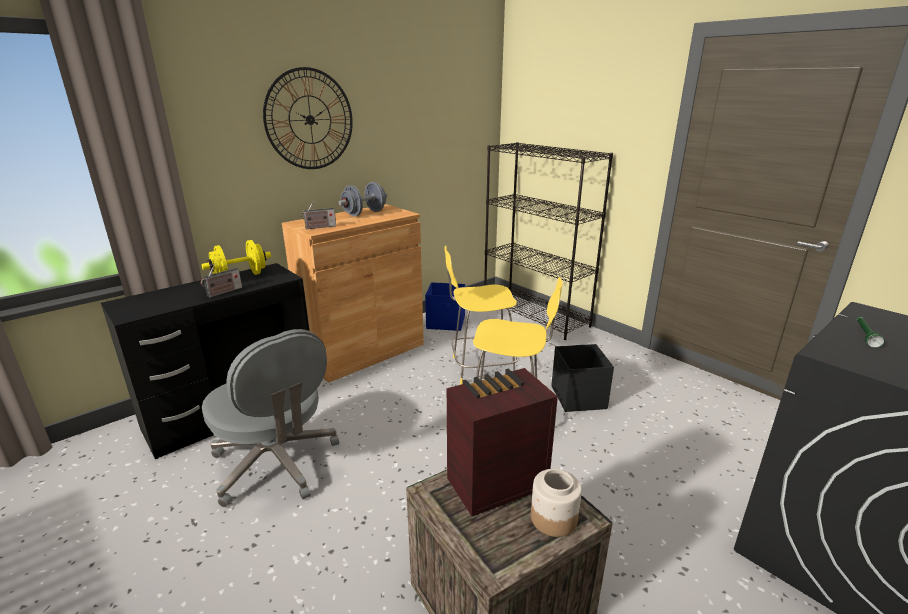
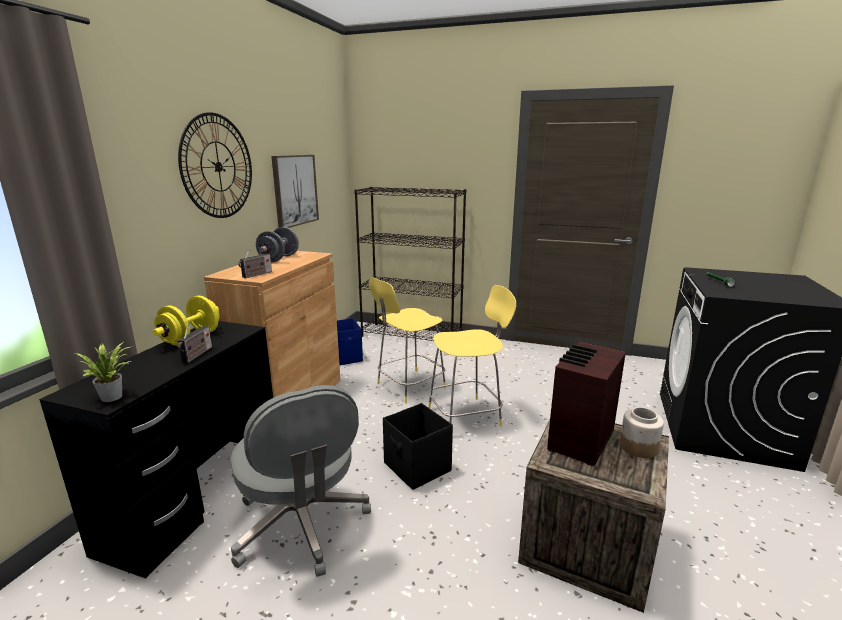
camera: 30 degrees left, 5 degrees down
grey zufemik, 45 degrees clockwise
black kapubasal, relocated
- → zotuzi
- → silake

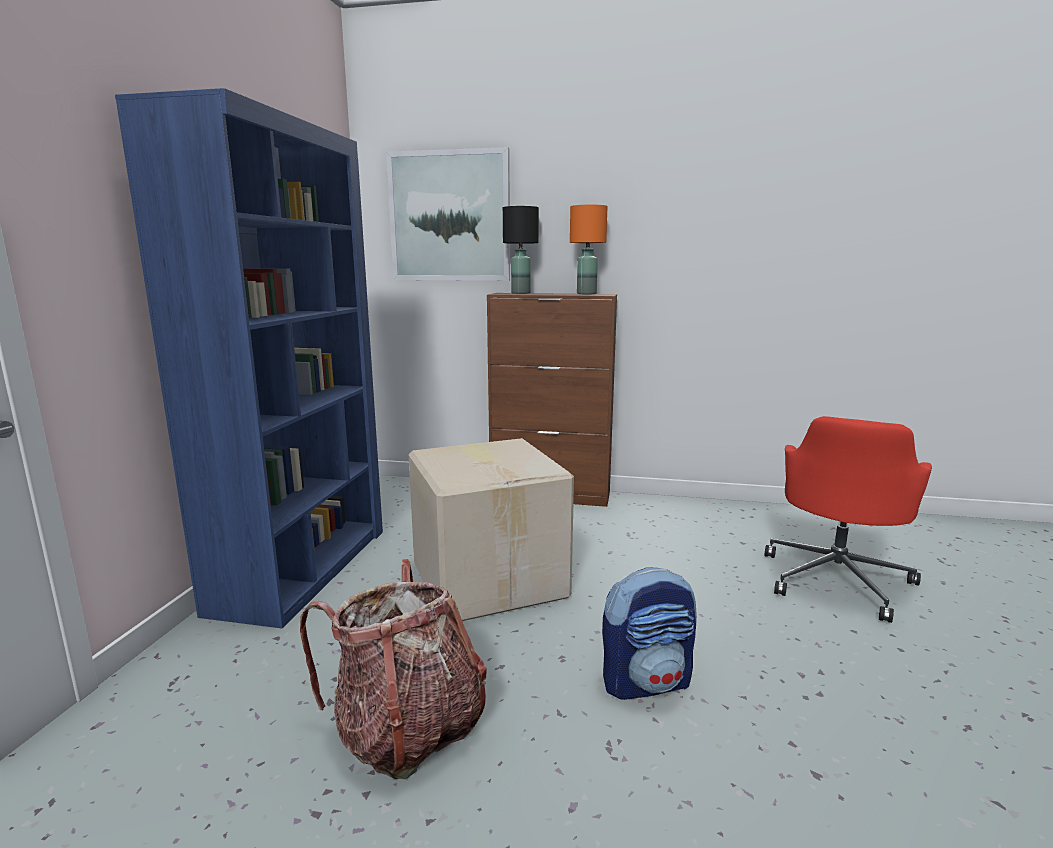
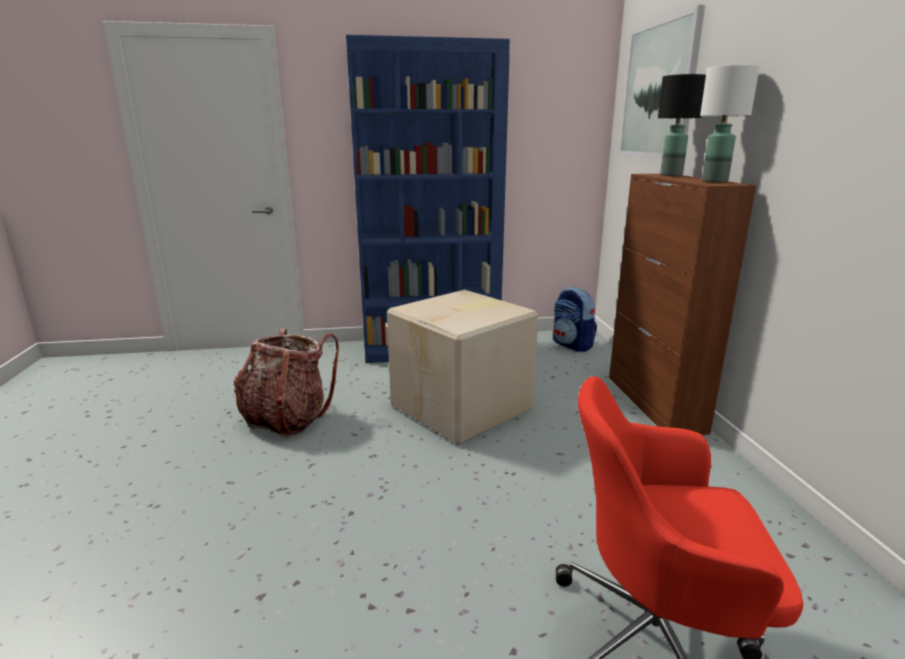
camera: 70 degrees right, 5 degrees up
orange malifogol → white malifogol
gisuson (no. 2 from left), relocated

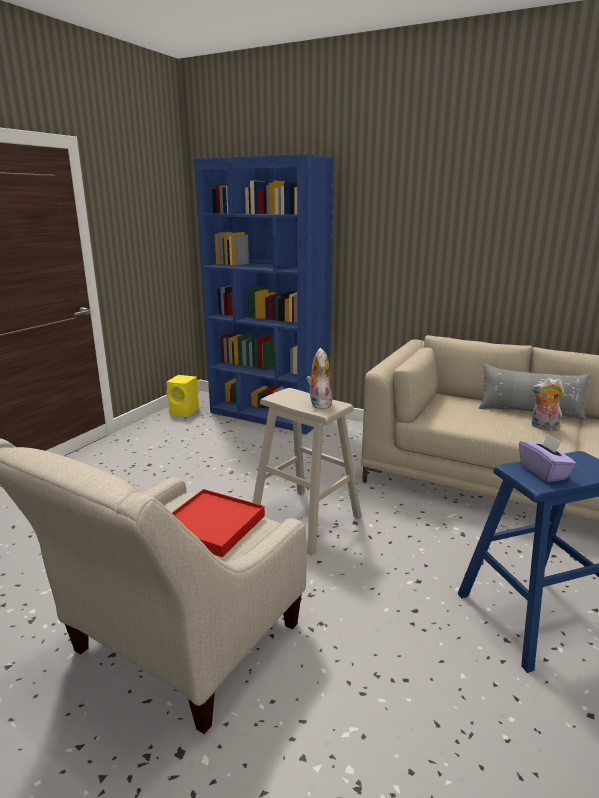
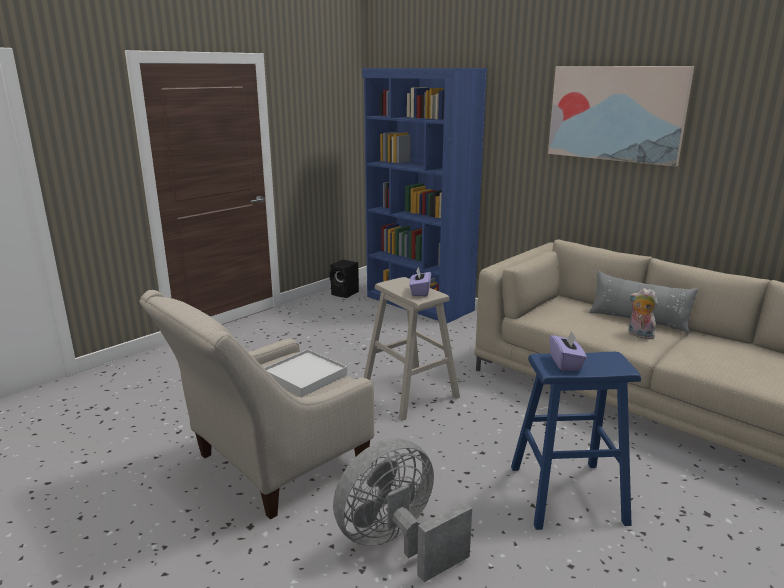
camera: 15 degrees right, 0 degrees up
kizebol (no. 1 from left) → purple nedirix (no. 1 from left)
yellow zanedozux → black zanedozux
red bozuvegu → white bozuvegu
- → zotuzi
- → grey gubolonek

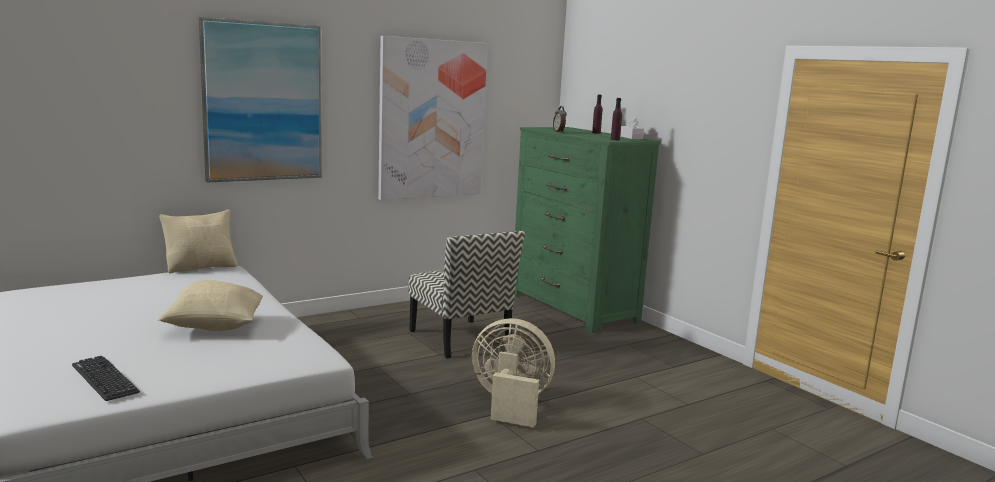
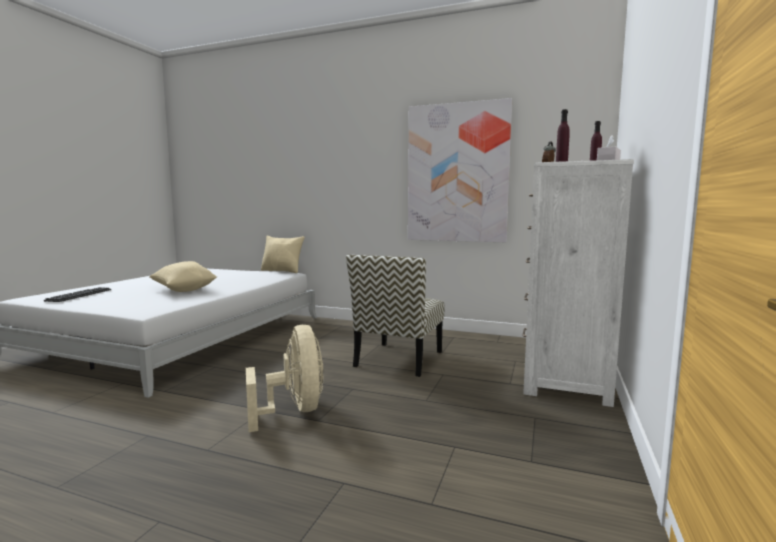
camera: 55 degrees right, 5 degrees down
zotuzi (no. 1 from left) → -
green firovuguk → white firovuguk

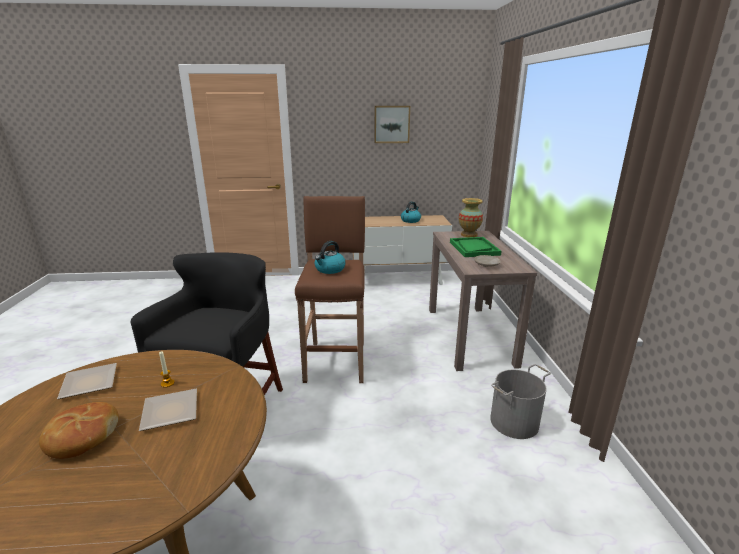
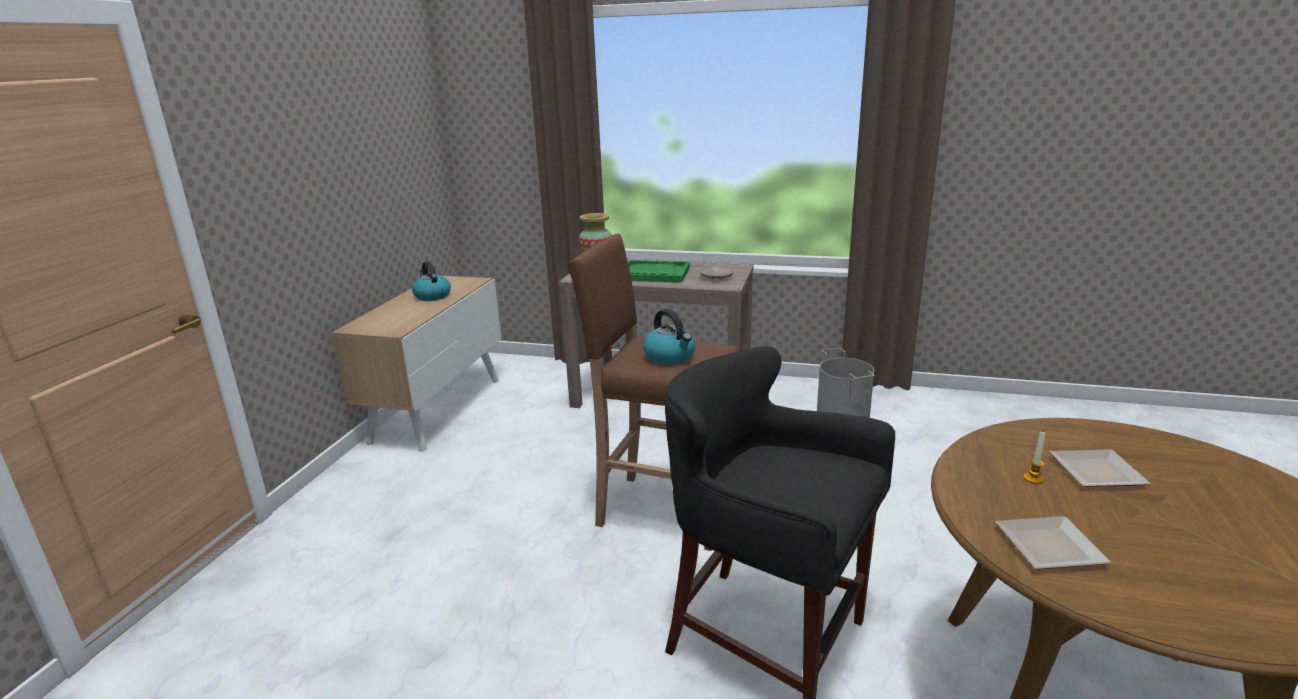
camera: 70 degrees left, 0 degrees up
zotuzi → -
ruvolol → -

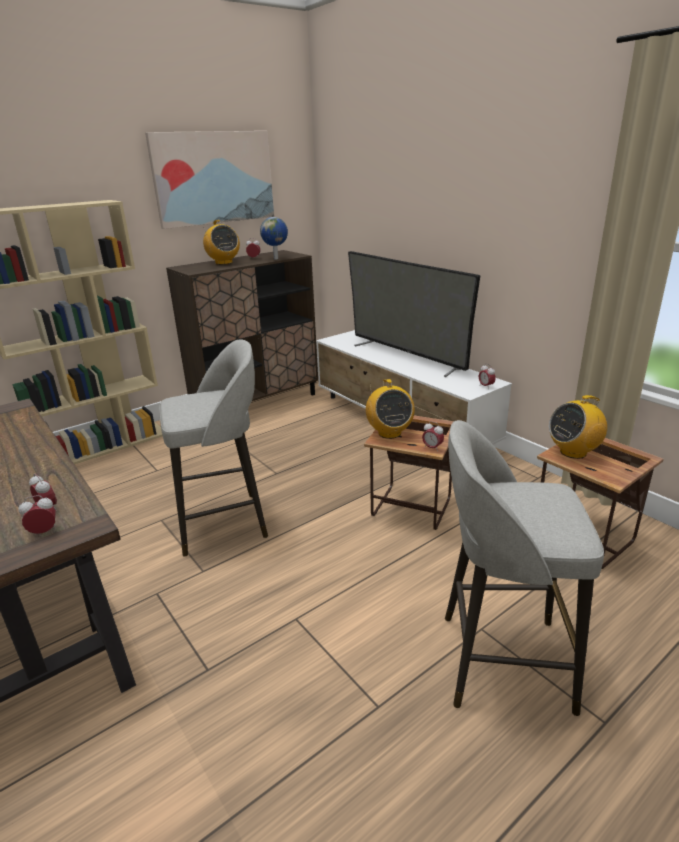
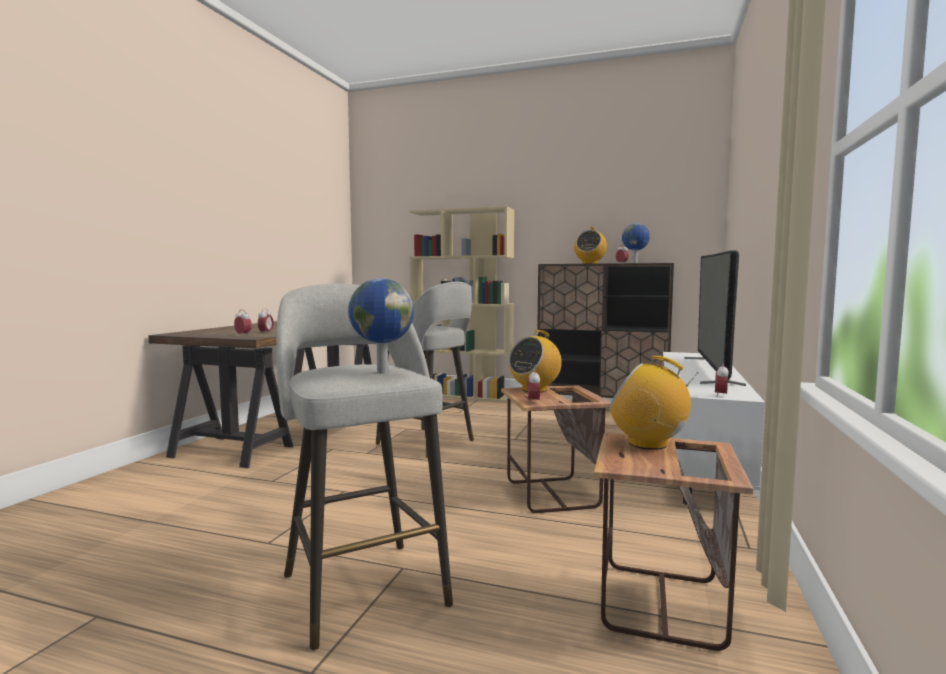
camera: 55 degrees right, 20 degrees down
zotuzi → -
- → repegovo (no. 1 from left)

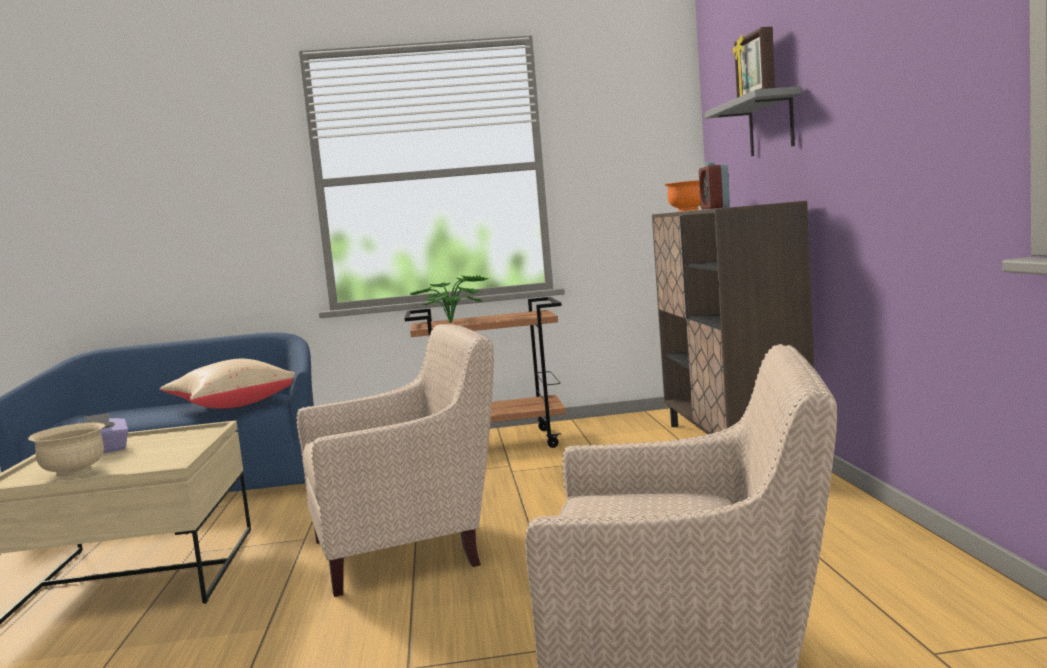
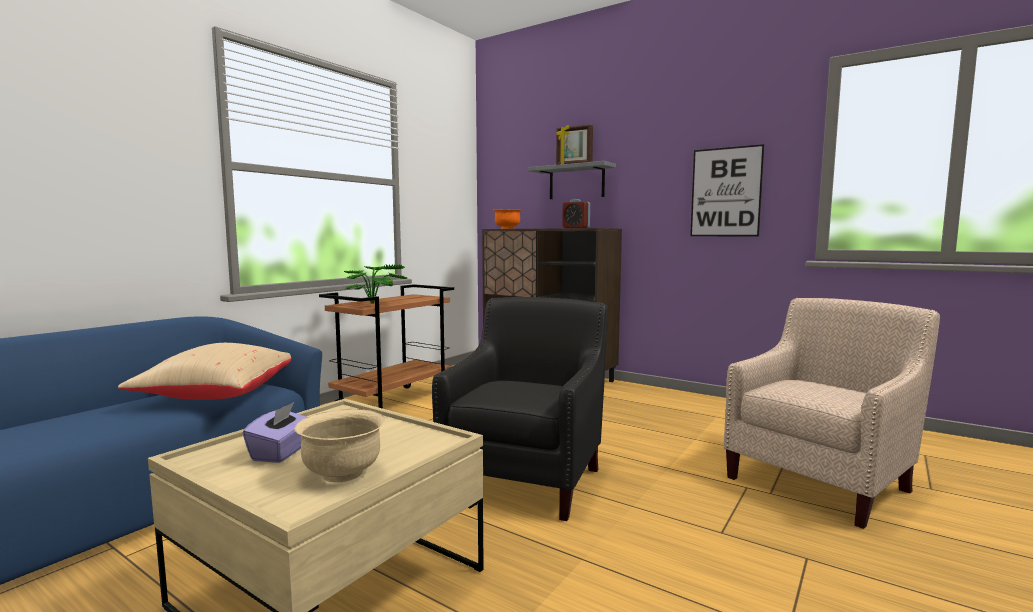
camera: 50 degrees left, 0 degrees up
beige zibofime (no. 1 from left) → black zibofime
- → zotuzi

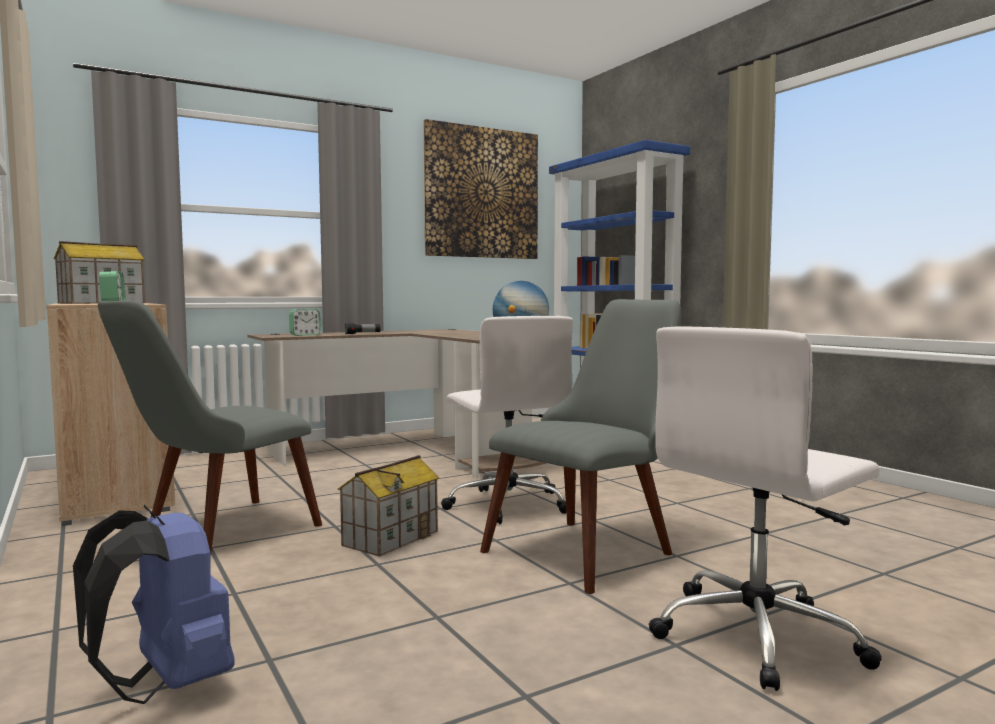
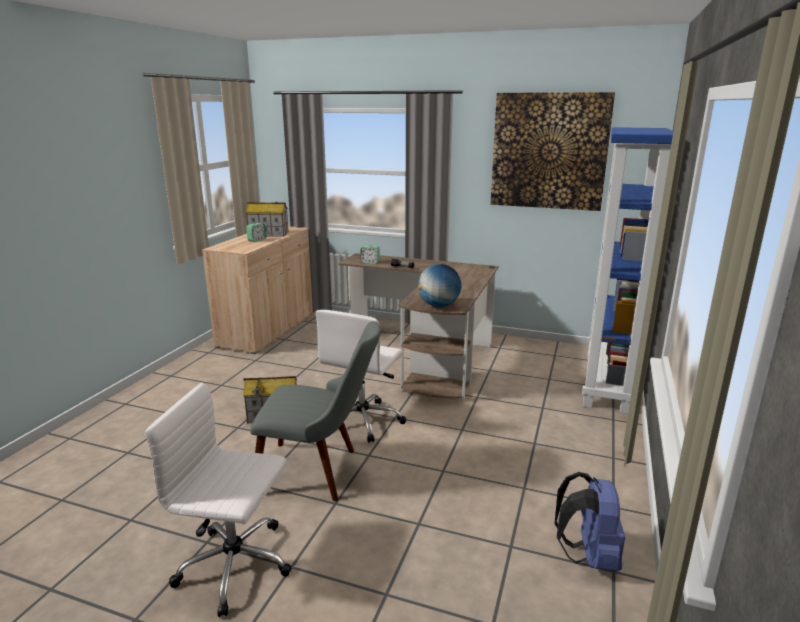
camera: 50 degrees right, 15 degrees up
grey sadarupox (no. 1 from left) → -
blue gisuson, relocated

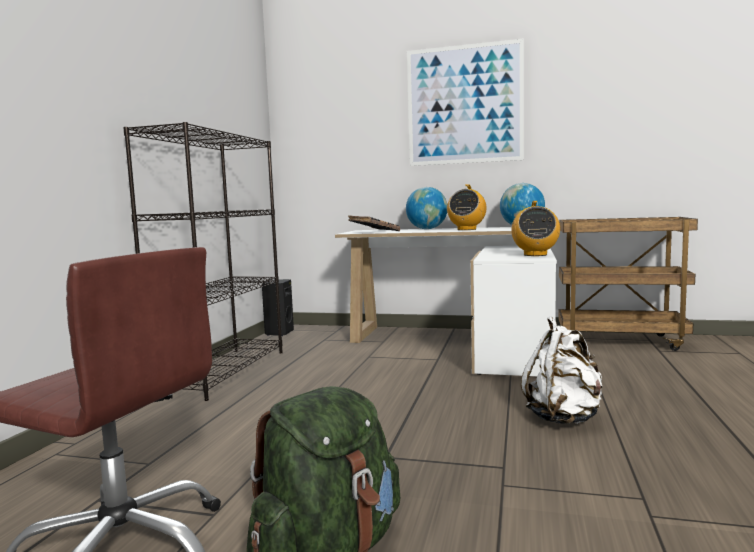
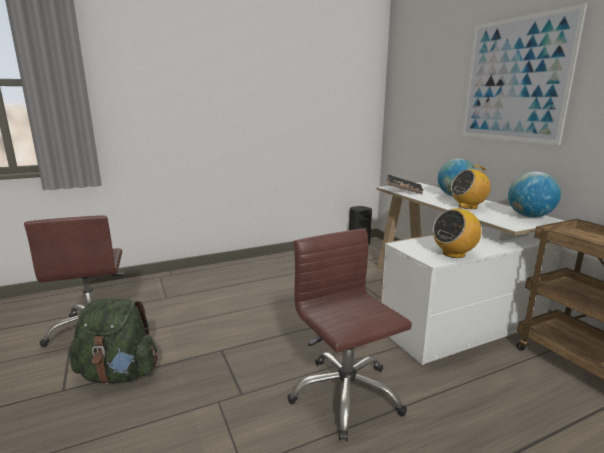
camera: 50 degrees right, 10 degrees up
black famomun → -
white gisuson → brown zufemik (no. 2 from left)

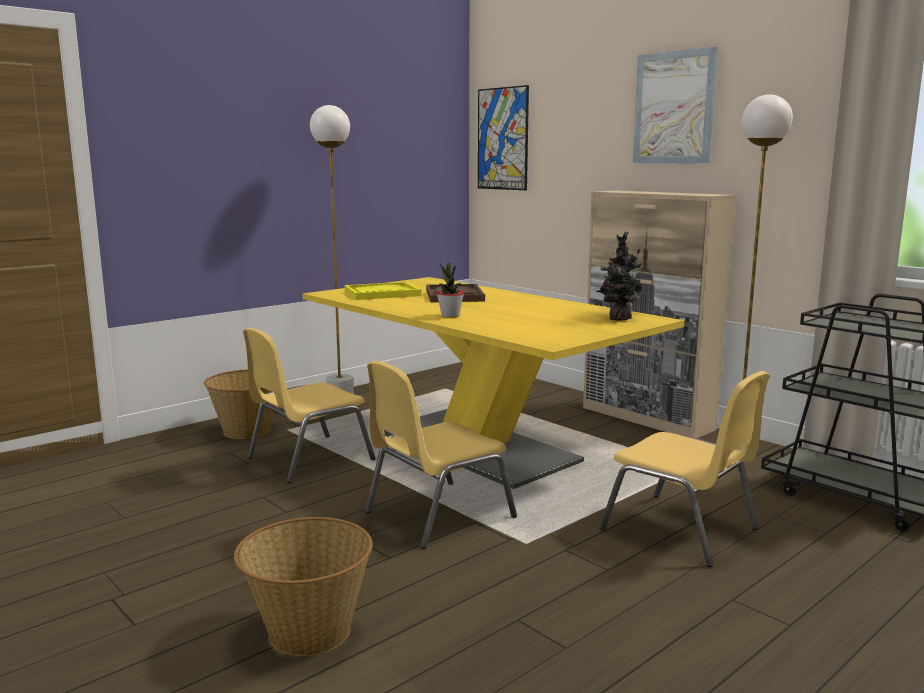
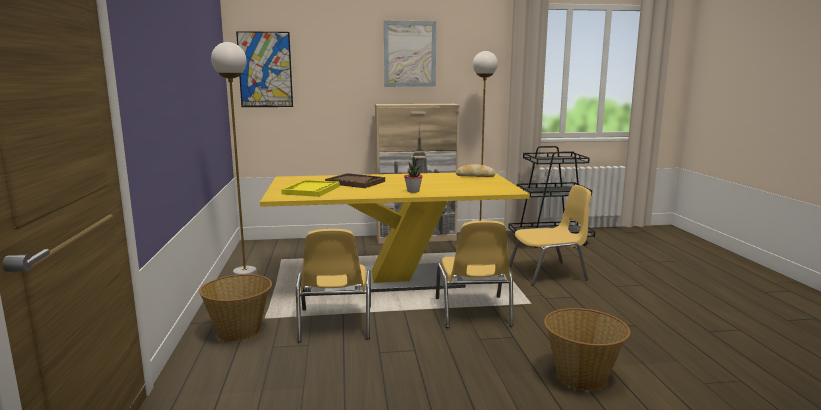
camera: 55 degrees left, 0 degrees up
silake (no. 2 from left) → ruvolol

